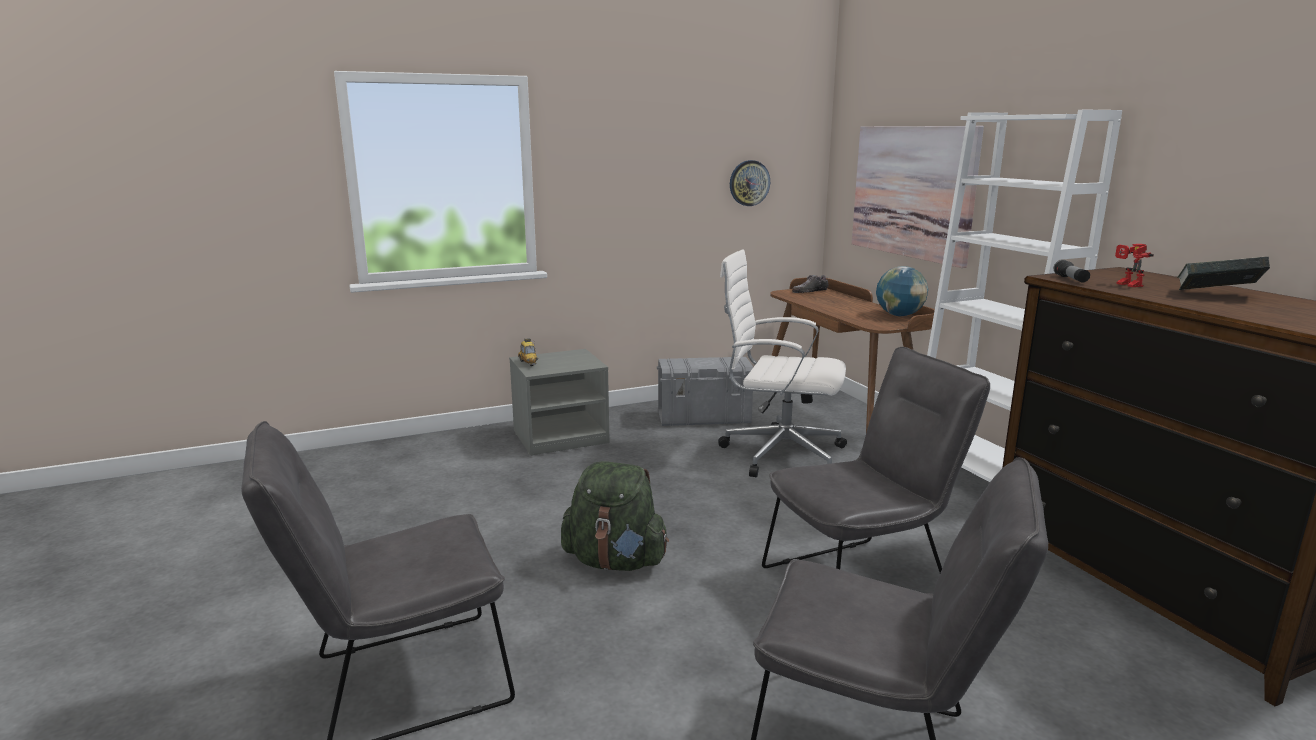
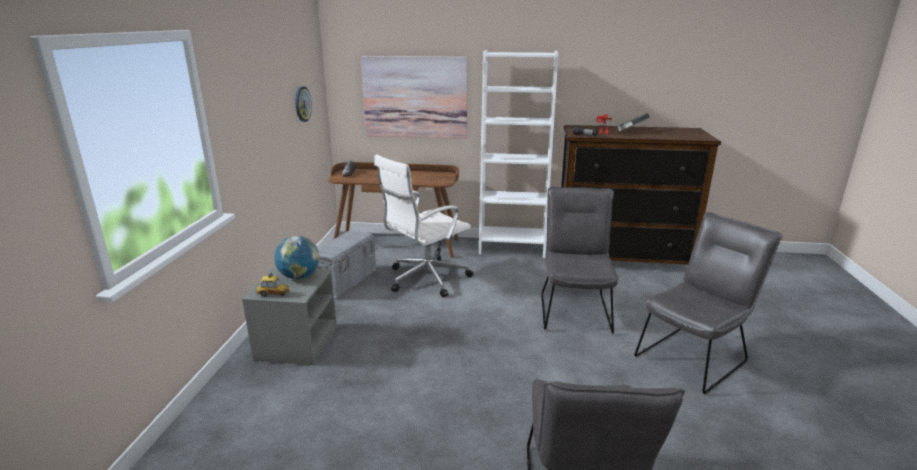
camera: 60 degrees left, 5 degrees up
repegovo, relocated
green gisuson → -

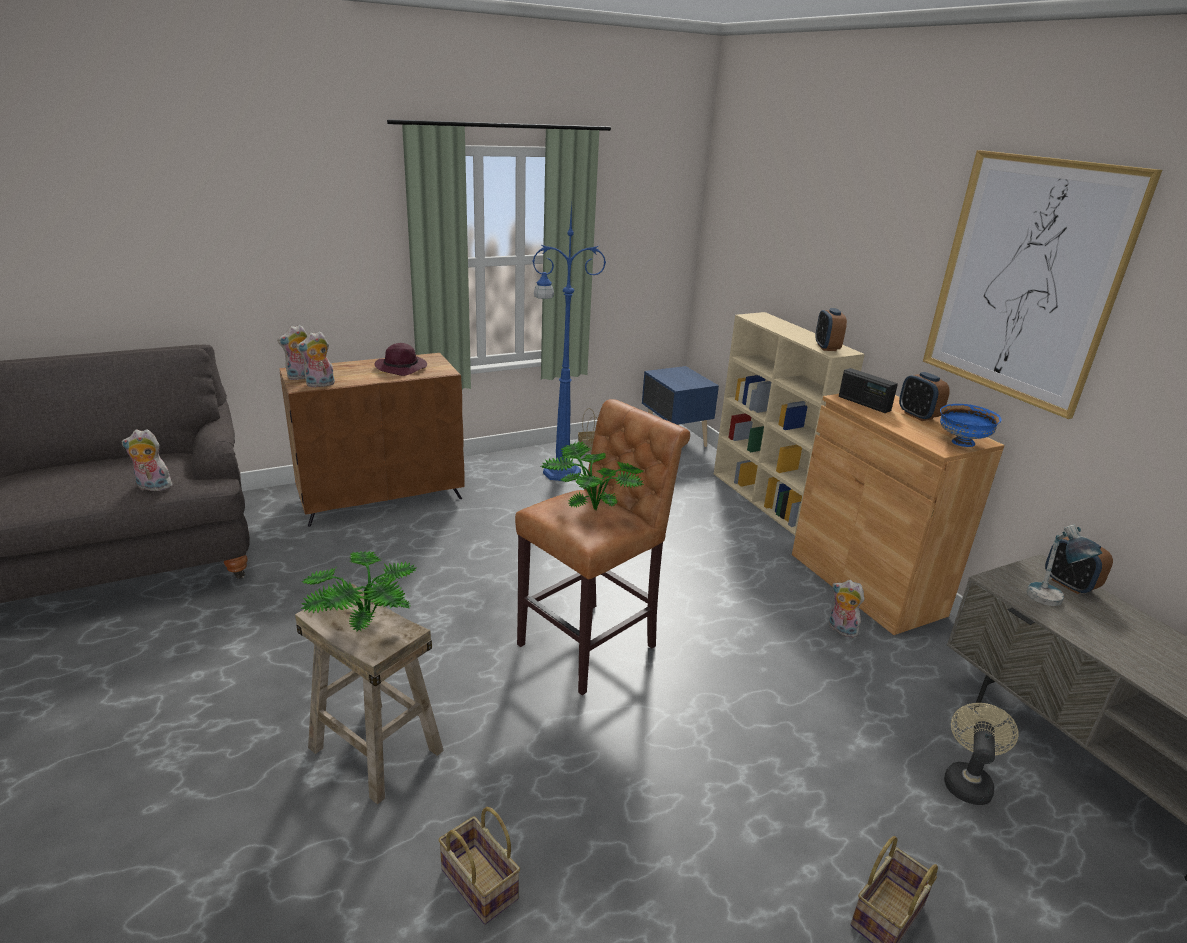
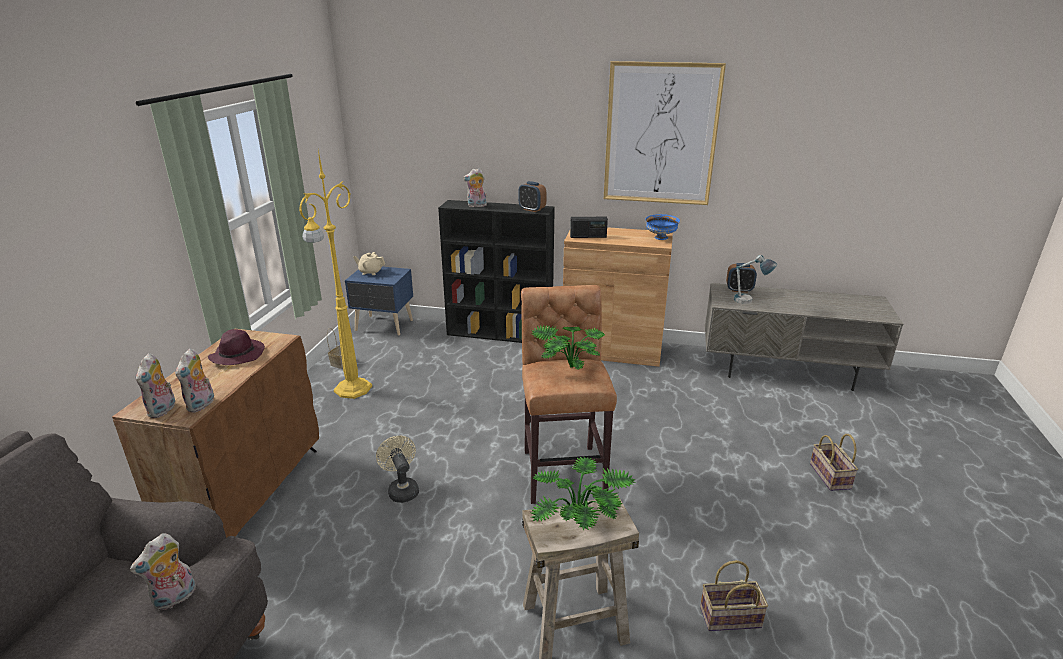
camera: 50 degrees left, 0 degrees up
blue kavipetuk → yellow kavipetuk
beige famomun → black famomun
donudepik (no. 2 from left) → -
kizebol (no. 4 from left), relocated
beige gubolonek, relocated
- → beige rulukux

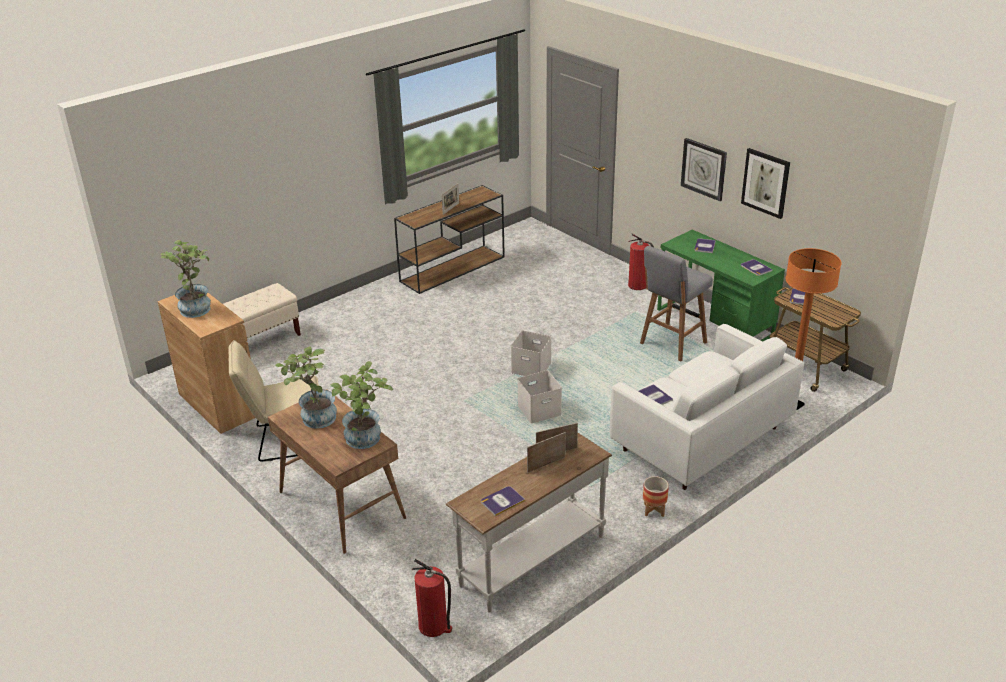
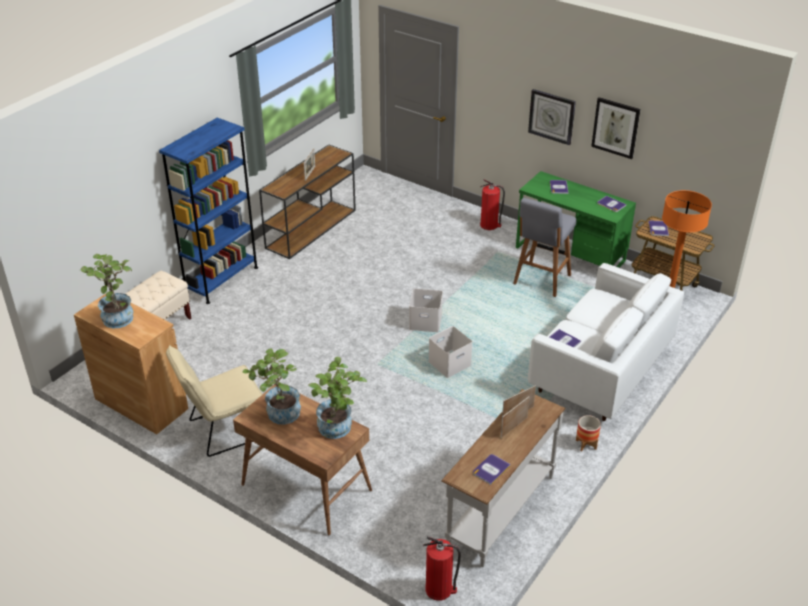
camera: 15 degrees left, 5 degrees up
- → blue famomun

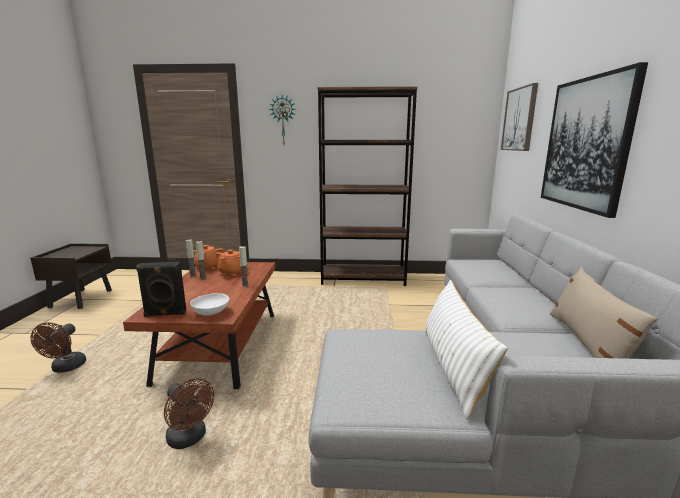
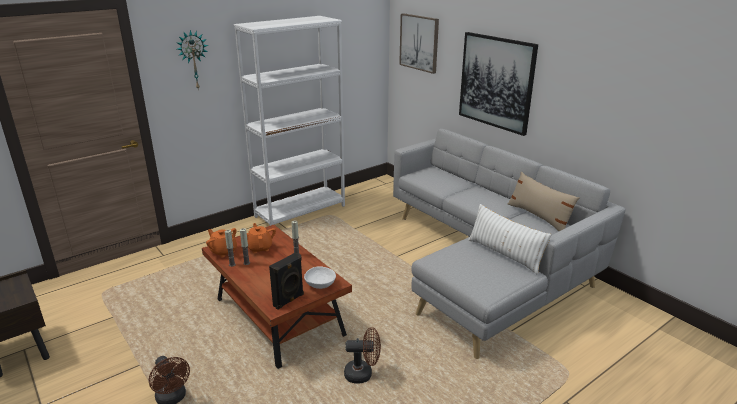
camera: 40 degrees left, 10 degrees up
brown famomun → white famomun

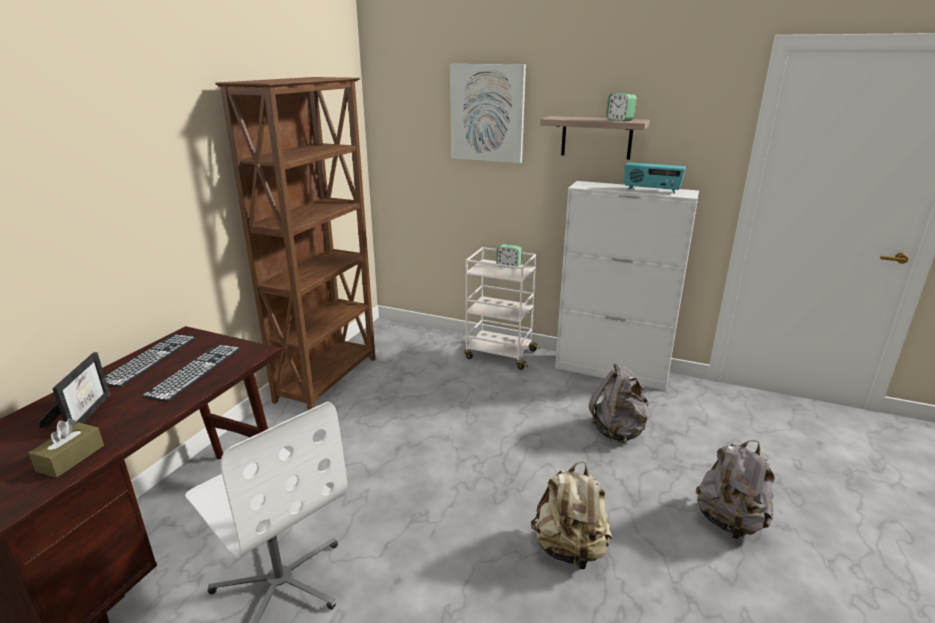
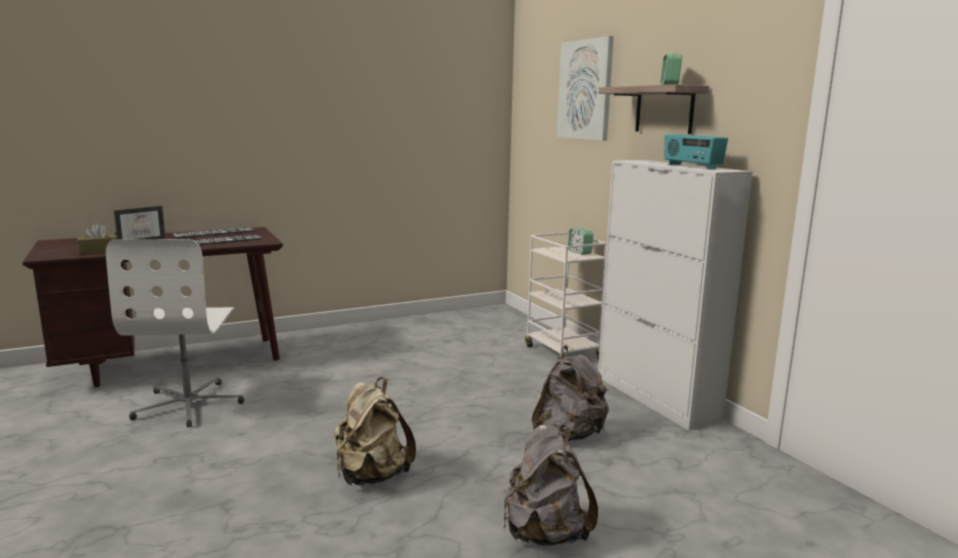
camera: 40 degrees right, 10 degrees down
brown famomun → -

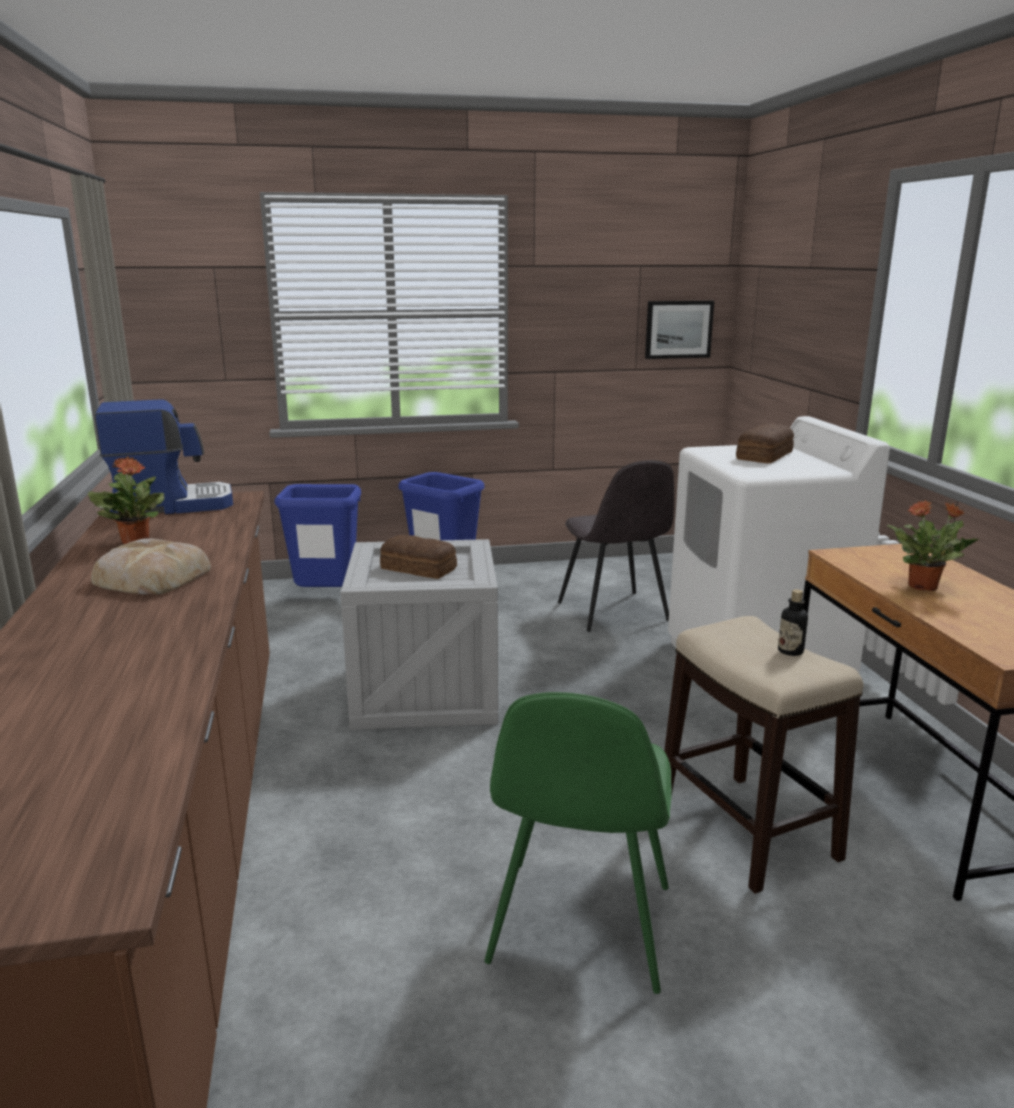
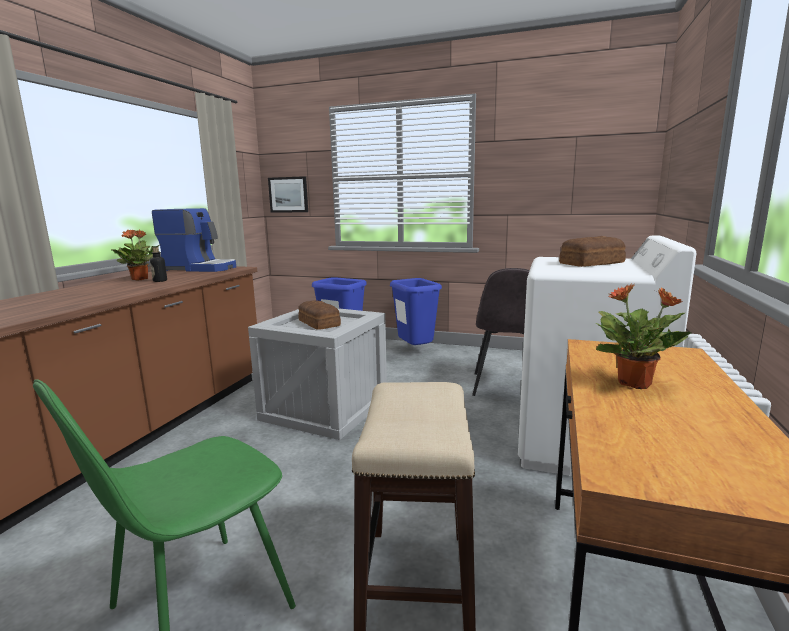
camera: 30 degrees right, 5 degrees down
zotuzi, relocated
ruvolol (no. 1 from left) → -
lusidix, relocated

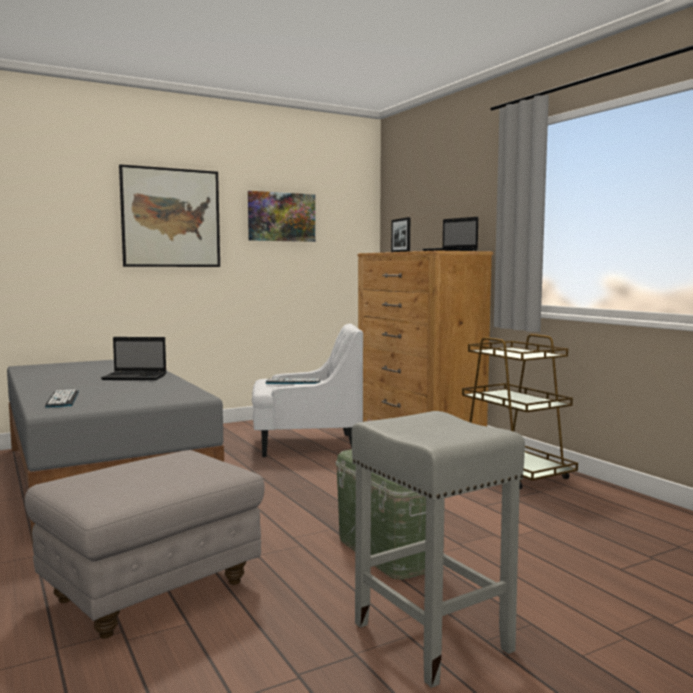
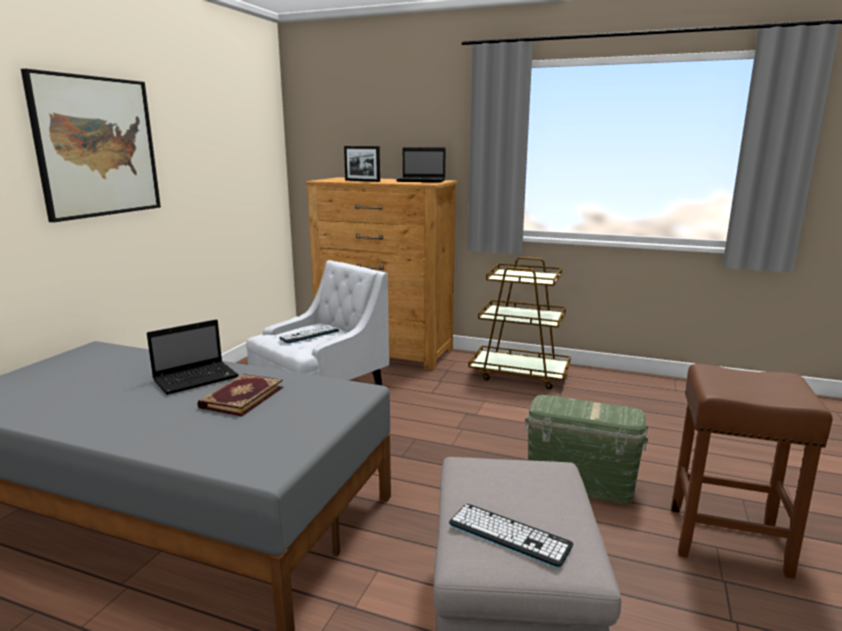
camera: 40 degrees left, 10 degrees up
zotuzi (no. 2 from left) → -
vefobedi (no. 1 from left in the first image) → vefobedi (no. 2 from left), relocated
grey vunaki → brown vunaki
- → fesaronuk

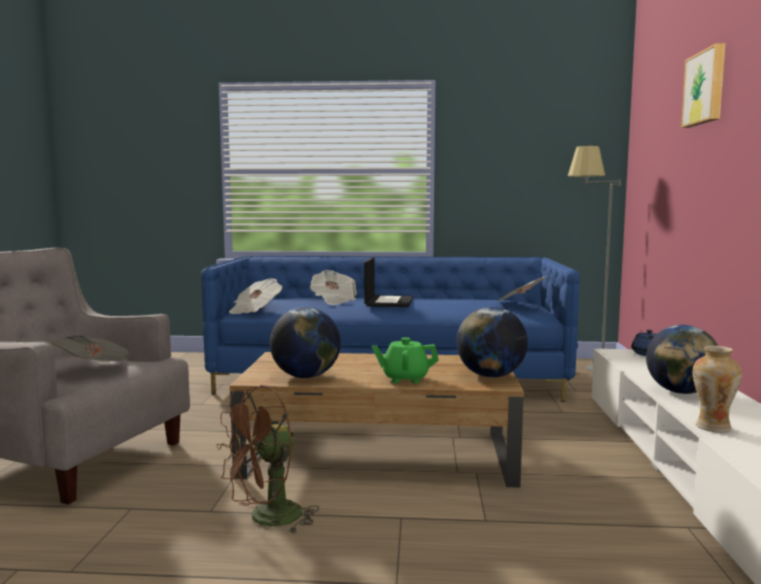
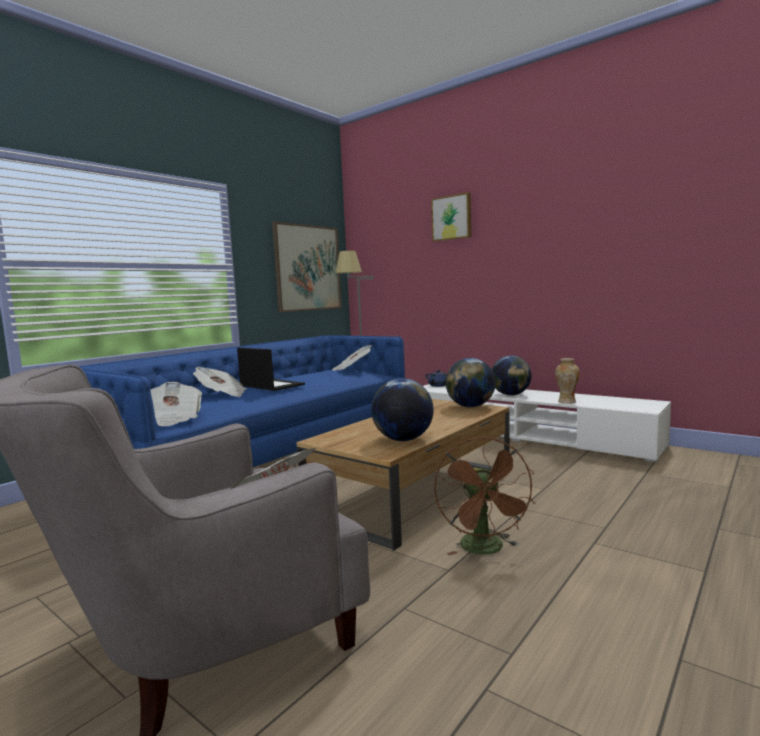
camera: 55 degrees left, 0 degrees up
green rulukux → -
- → zotuzi (no. 1 from left)

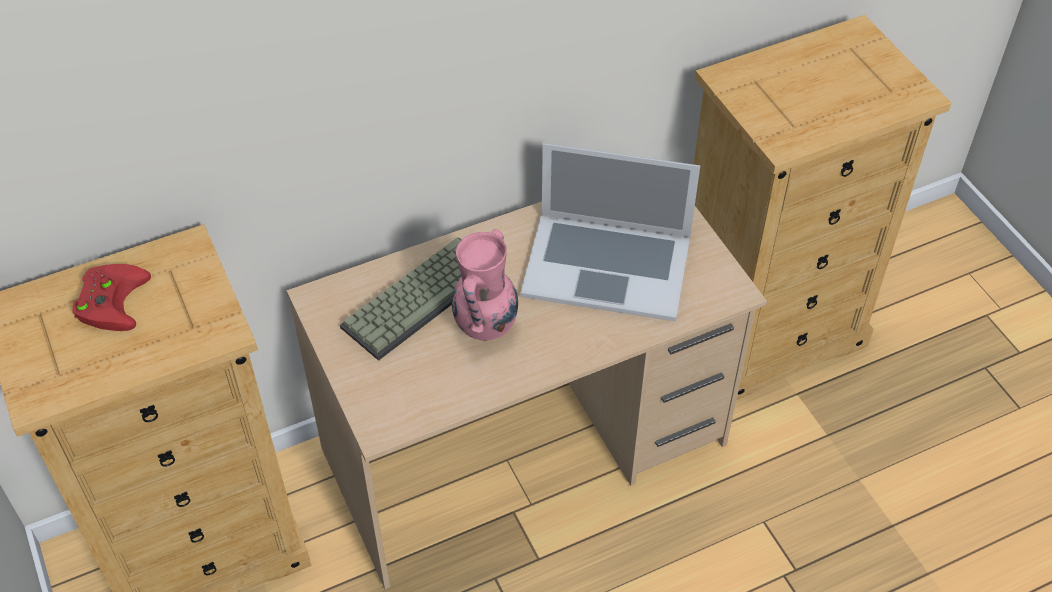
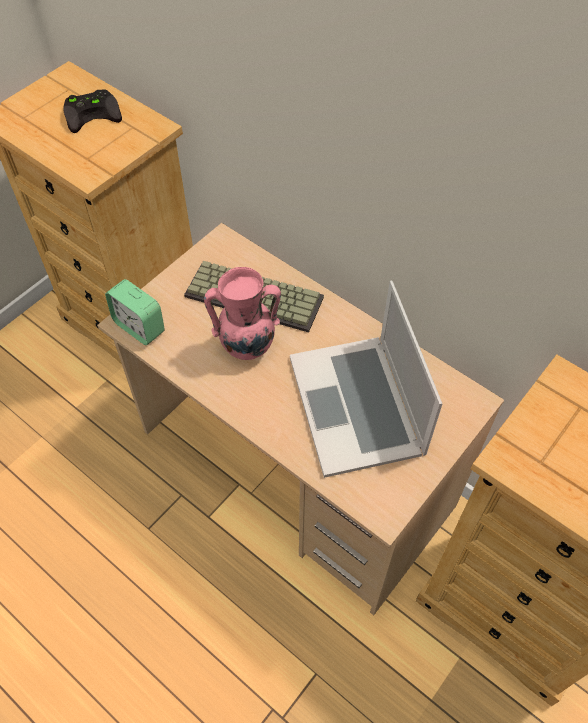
camera: 65 degrees right, 5 degrees up
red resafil → black resafil
- → donudepik

